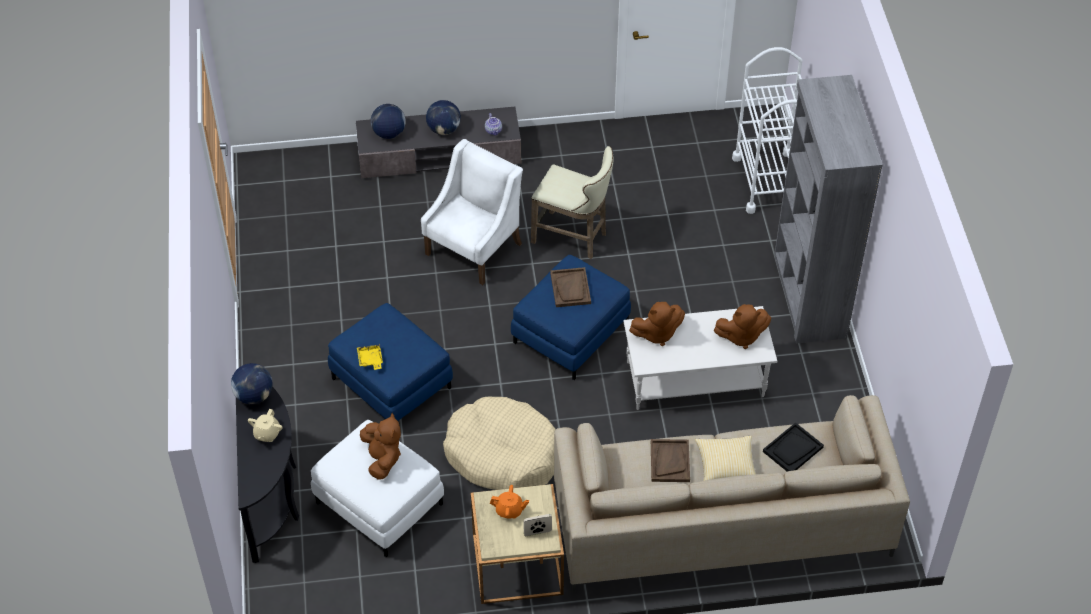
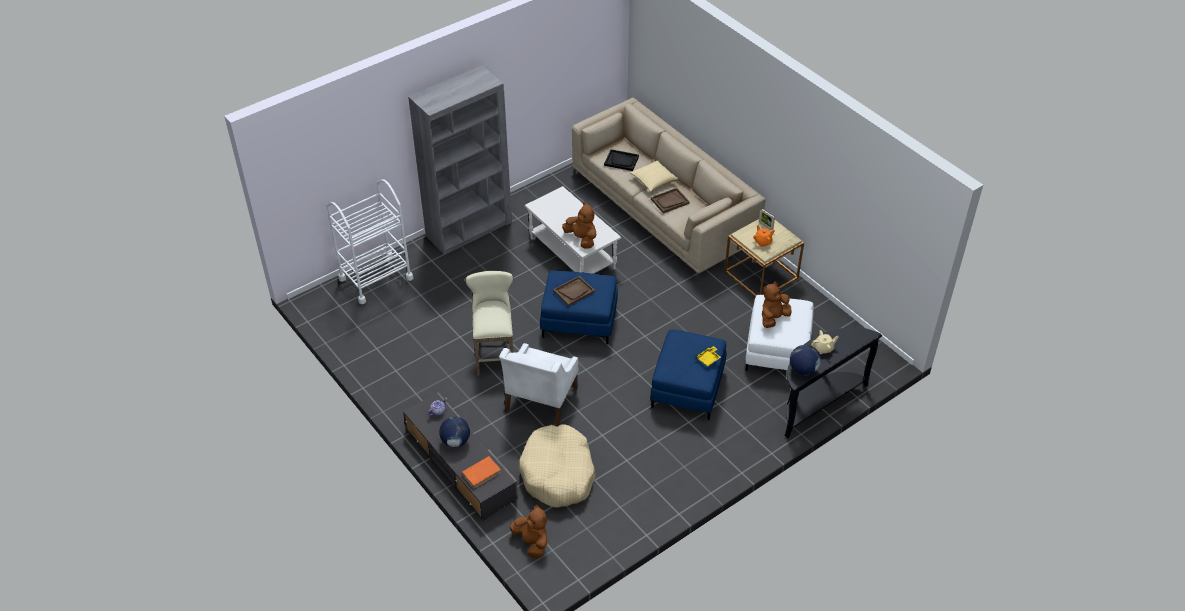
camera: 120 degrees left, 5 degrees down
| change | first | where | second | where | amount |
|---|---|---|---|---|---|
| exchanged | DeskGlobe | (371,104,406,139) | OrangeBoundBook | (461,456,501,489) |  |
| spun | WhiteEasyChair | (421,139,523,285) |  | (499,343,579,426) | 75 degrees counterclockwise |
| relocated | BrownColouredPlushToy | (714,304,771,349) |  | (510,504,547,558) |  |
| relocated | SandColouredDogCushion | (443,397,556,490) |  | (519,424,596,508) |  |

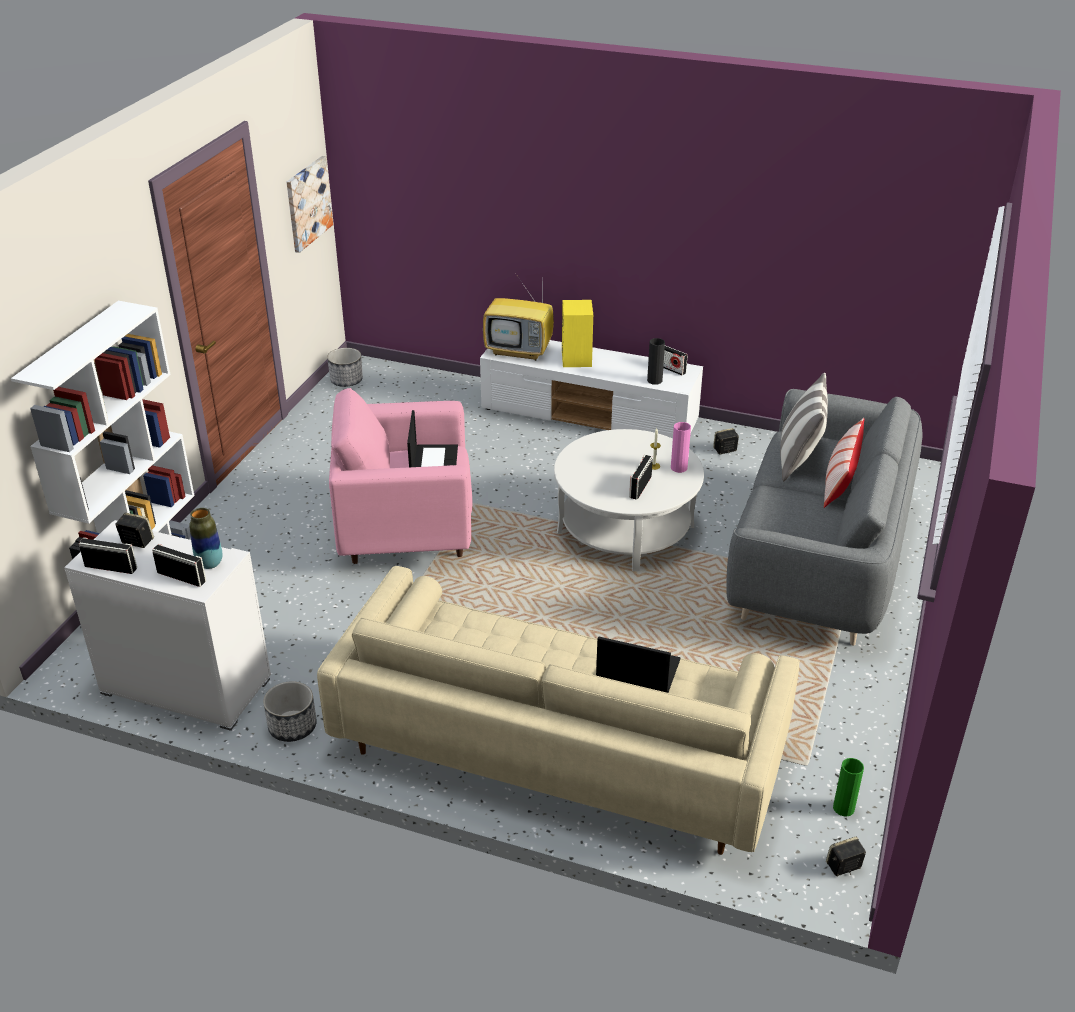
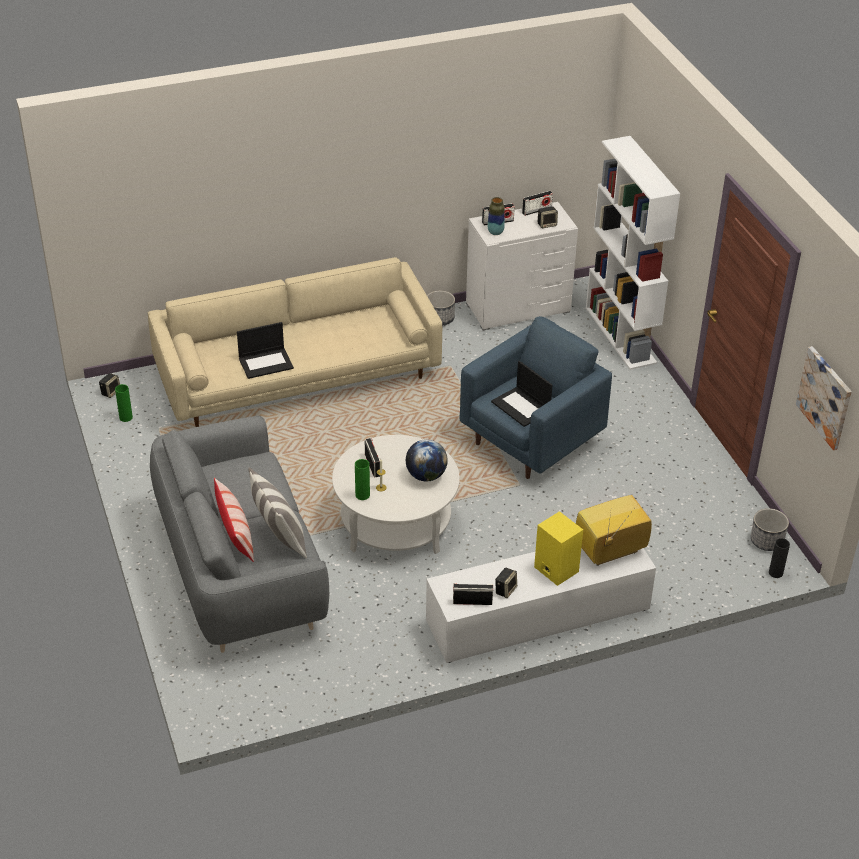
camera: 140 degrees right, 5 degrees up
| change | first | where | second | where | amount |
|---|---|---|---|---|---|
| relocated | BlackColouredVase | (647,338,665,385) |  | (769,538,790,578) |  |
| colour | PinkEasyChair | (329,388,472,564) | BlueColouredEasyChair | (460,316,612,479) |  |
| colour | PinkVase | (671,422,691,473) | GreenishVase | (355,459,370,500) |  |
| relocated | Speaker | (713,428,739,455) |  | (495,567,517,598) |  |
| appeared |  |  | DeskGlobe | (406,439,448,481) |  |

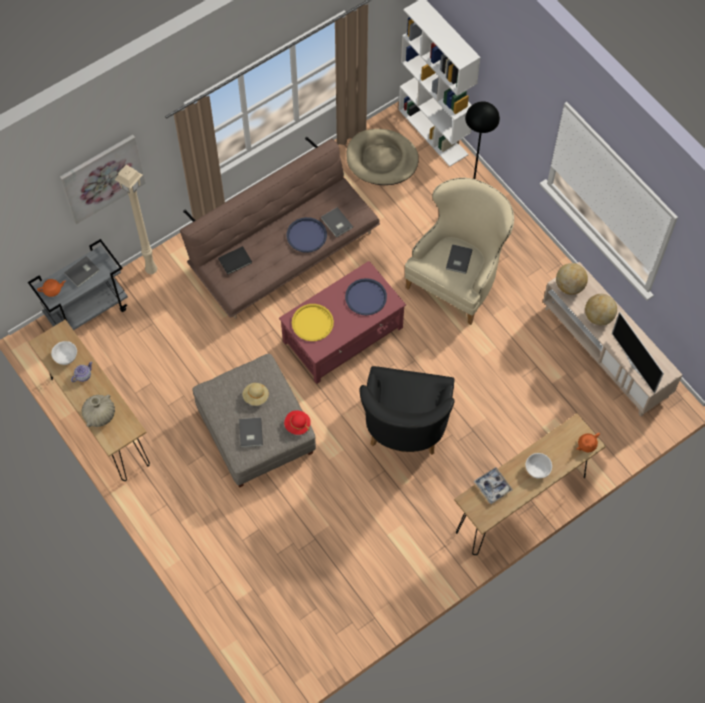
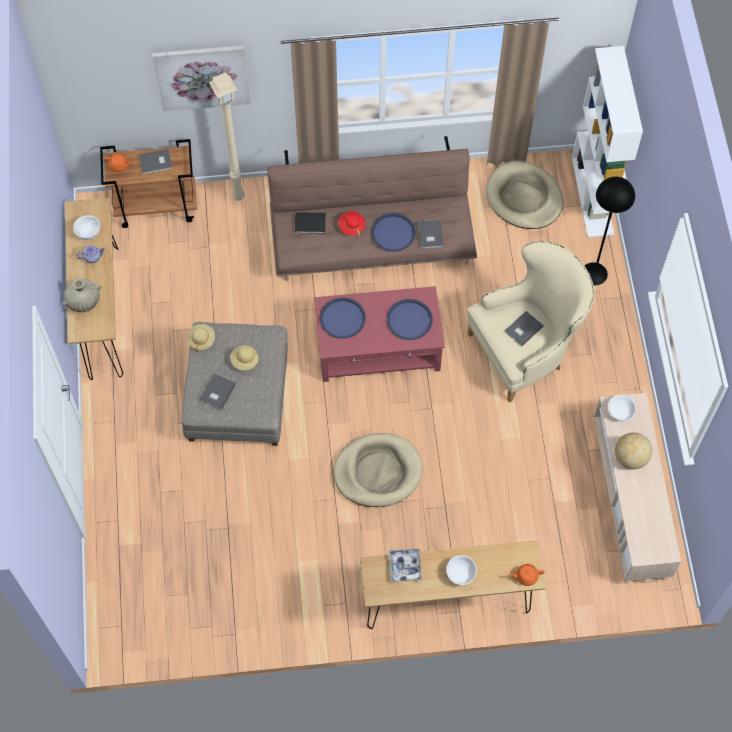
camera: 30 degrees right, 0 degrees up
| change | first | where | second | where | amount |
|---|---|---|---|---|---|
| colour | GreyTrolley | (28,239,128,330) | BrownColouredTrolley | (100,139,197,228) |  |
| exchanged | DeskGlobe | (556,263,588,295) | WhiteServingBowl | (608,395,636,421) |  |
| colour | YellowishTray | (292,304,334,341) | BlueColouredTray | (319,297,366,339) |  |
| missing | TvSet | (612,312,664,394) |  |  |  |
| exchanged | BlackColouredEasyChair | (360,366,455,455) | SandColouredDogCushion | (333,433,422,507) |  |
| relocated | RedWearableHat | (284,410,311,435) |  | (338,211,366,237) |  |
| appeared |  |  | SandColouredWearableHat | (187,324,215,352) |  |

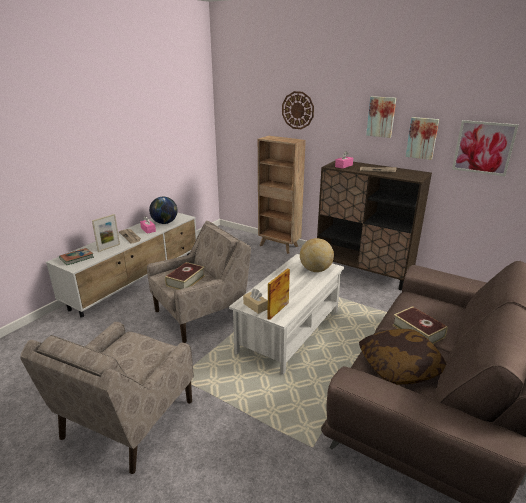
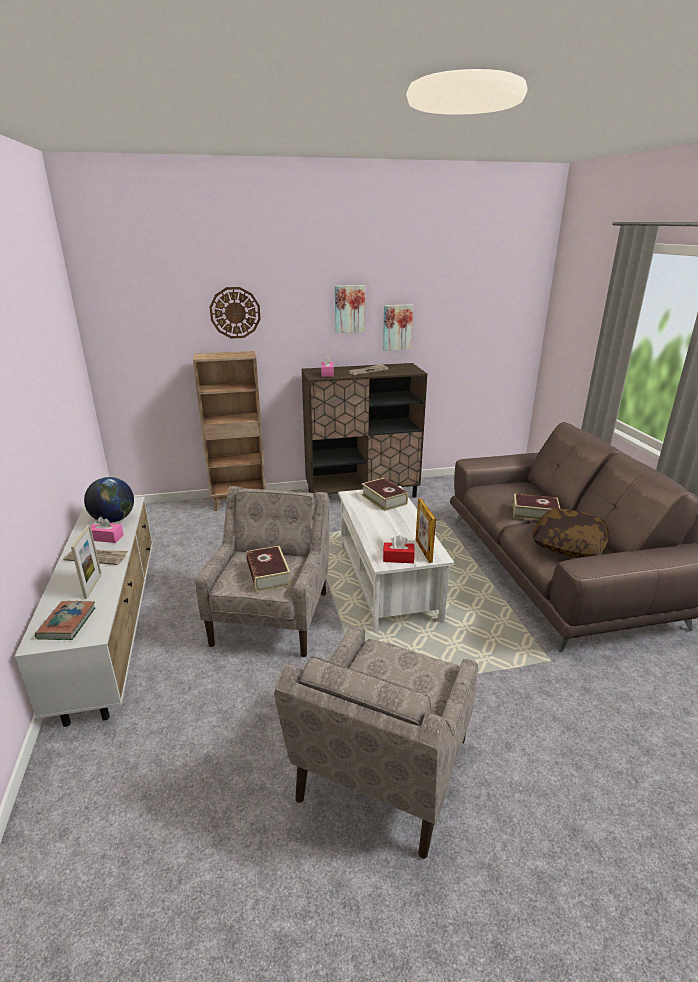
camera: 45 degrees left, 0 degrees up
| change | first | where | second | where | amount |
|---|---|---|---|---|---|
| missing | Picture | (452,120,519,176) |  |  |  |
| exchanged | DeskGlobe | (300,238,334,272) | BoundBook | (361,478,408,511) |  |
| colour | SandColouredBoxOfTissues | (243,289,268,314) | RedBoxOfTissues | (383,535,415,563) |  |
| spun | SandColouredEasyChair | (20,322,194,474) |  | (274,625,478,859) | 45 degrees clockwise |

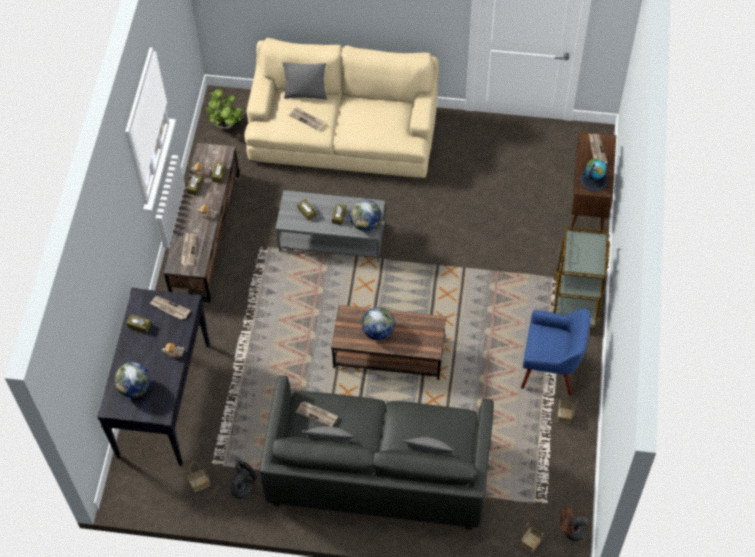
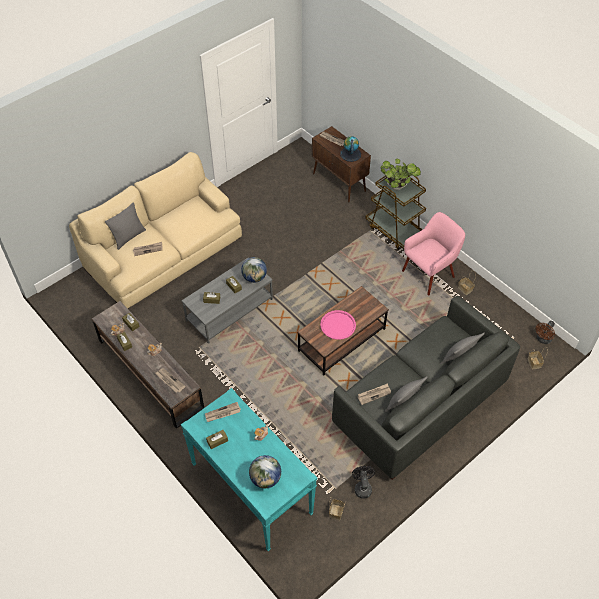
camera: 50 degrees left, 5 degrees down
| change | first | where | second | where | amount |
|---|---|---|---|---|---|
| relocated | PottedPlant | (206,89,243,129) |  | (381,158,421,190) |  |
| colour | BlackColouredConsoleTable | (97,288,210,466) | BlueGreenConsoleTable | (181,388,317,551) |  |
| exchanged | DeskGlobe | (362,307,395,340) | PinkTray | (320,310,356,340) |  |
| colour | BlueColouredEasyChair | (521,309,590,395) | PinkEasyChair | (402,212,465,295) |  |

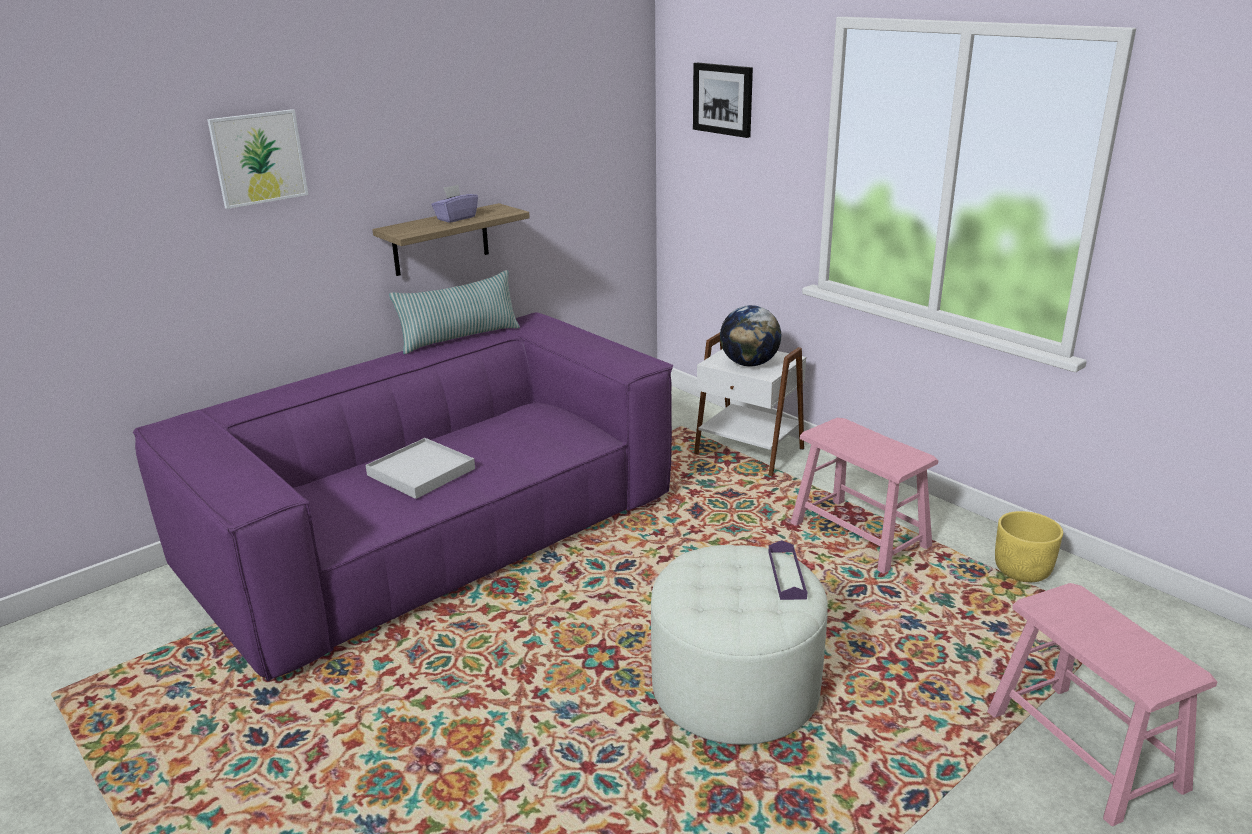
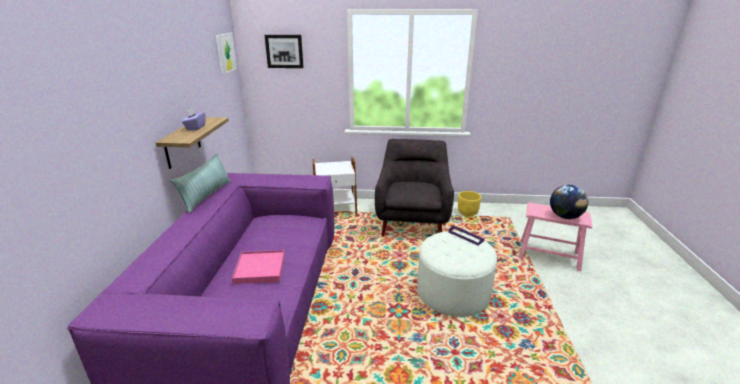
camera: 45 degrees left, 0 degrees up
| change | first | where | second | where | amount |
|---|---|---|---|---|---|
| relocated | Picture | (207,109,308,209) |  | (216,33,237,74) |  |
| relocated | DeskGlobe | (720,305,781,367) |  | (550,185,588,219) |  |
| exchanged | PinkStool | (791,418,938,573) | GreyEasyChair | (375,139,454,236) |  |
| colour | WhiteTray | (366,438,475,499) | PinkTray | (232,250,285,284) |  |

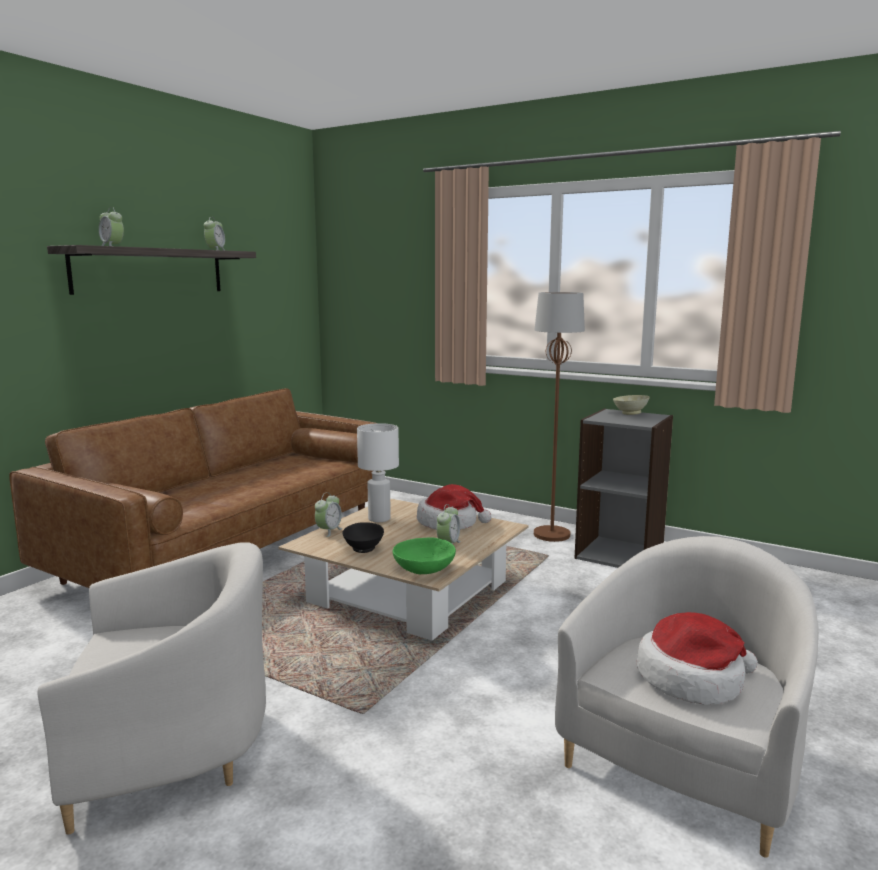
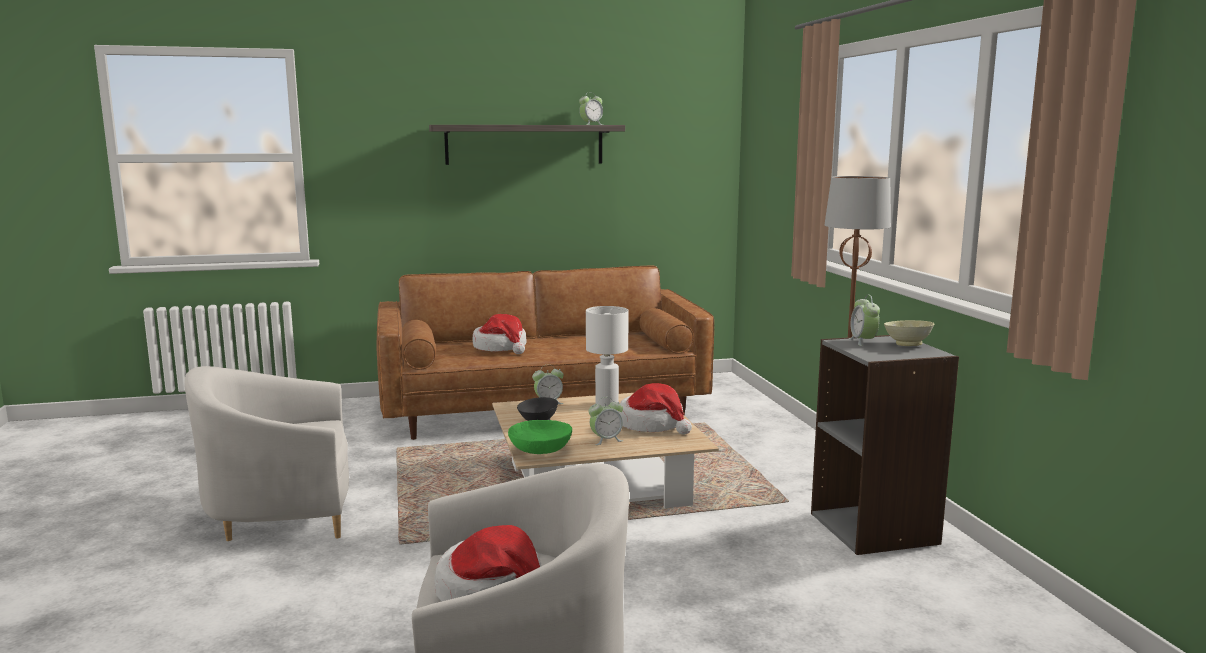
camera: 45 degrees right, 0 degrees up
| change | first | where | second | where | amount |
|---|---|---|---|---|---|
| relocated | BedsideClock | (99,207,124,246) |  | (849,295,880,346) |  |
| spun | WhiteEasyChair | (38,542,266,835) |  | (184,366,349,541) | 135 degrees clockwise |
| appeared |  |  | WearableHat | (473,314,527,354) |  |

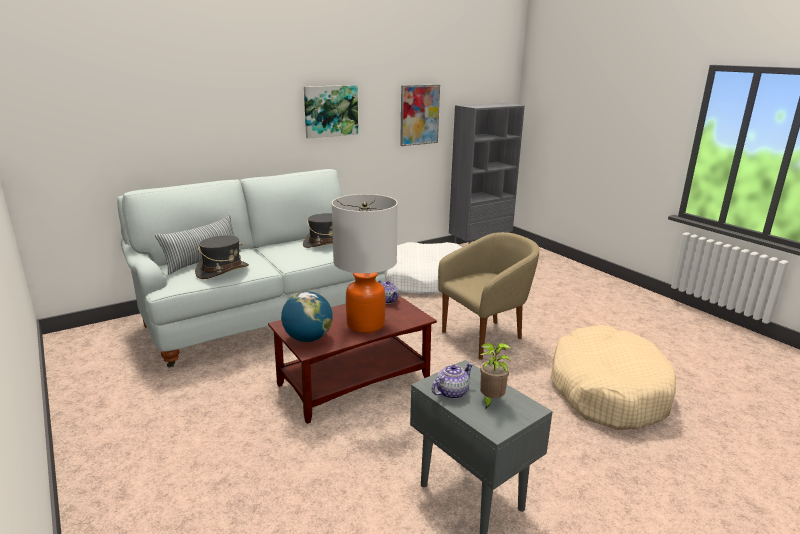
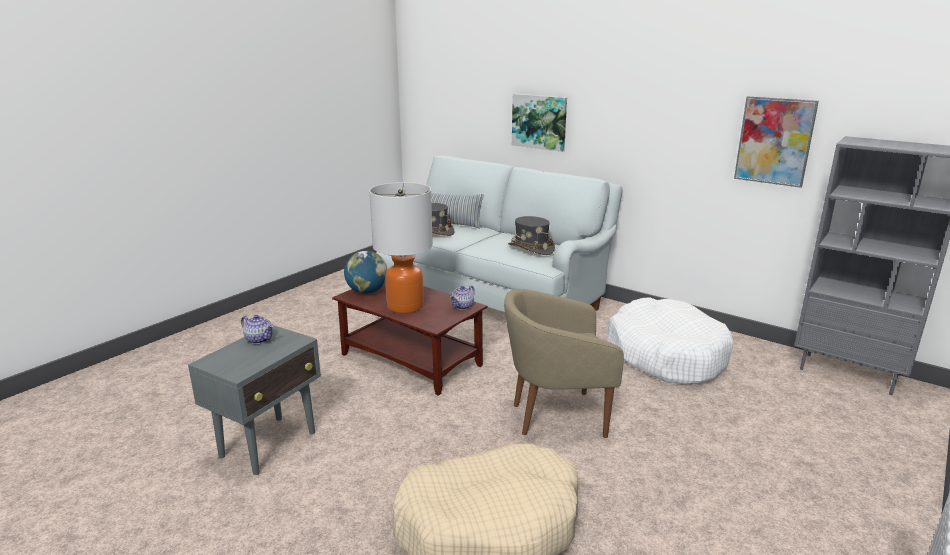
camera: 70 degrees right, 0 degrees up
| change | first | where | second | where | amount |
|---|---|---|---|---|---|
| relocated | Picture | (304,85,358,138) |  | (512,94,567,152) |  |
| spun | SandColouredEasyChair | (438,232,540,360) |  | (504,289,624,438) | 135 degrees clockwise |
| missing | PottedPlant | (480,343,512,409) |  |  |  |

